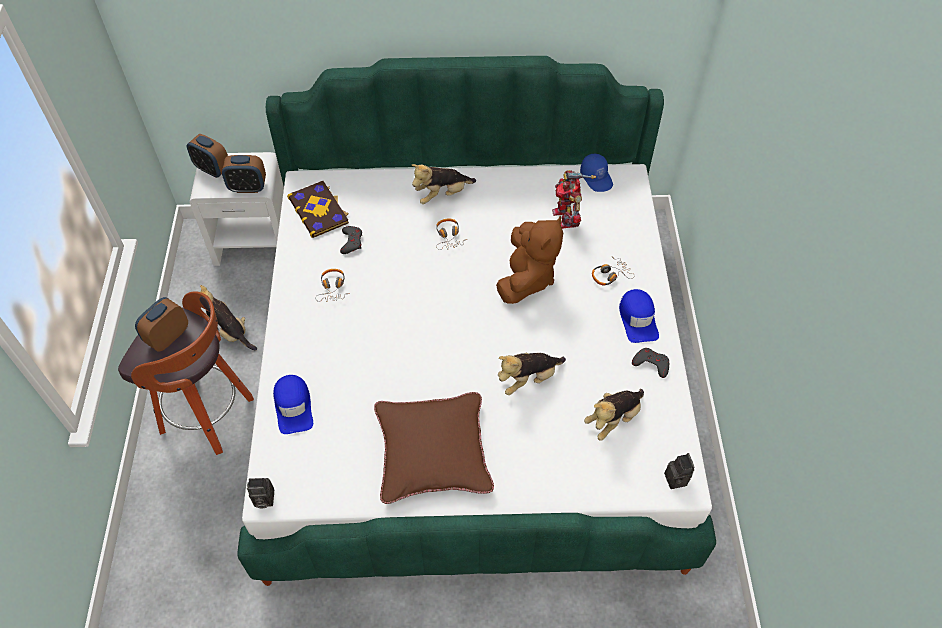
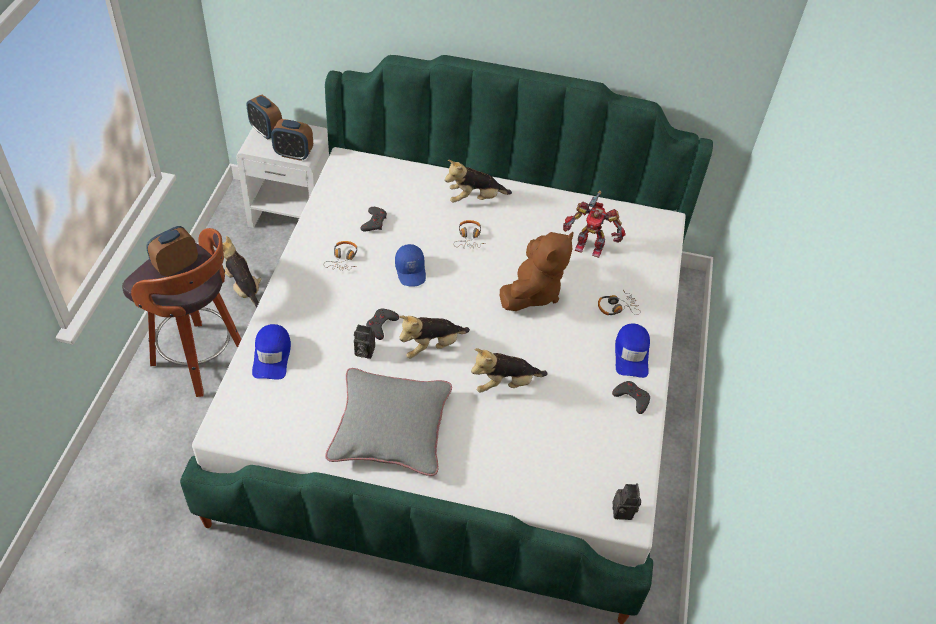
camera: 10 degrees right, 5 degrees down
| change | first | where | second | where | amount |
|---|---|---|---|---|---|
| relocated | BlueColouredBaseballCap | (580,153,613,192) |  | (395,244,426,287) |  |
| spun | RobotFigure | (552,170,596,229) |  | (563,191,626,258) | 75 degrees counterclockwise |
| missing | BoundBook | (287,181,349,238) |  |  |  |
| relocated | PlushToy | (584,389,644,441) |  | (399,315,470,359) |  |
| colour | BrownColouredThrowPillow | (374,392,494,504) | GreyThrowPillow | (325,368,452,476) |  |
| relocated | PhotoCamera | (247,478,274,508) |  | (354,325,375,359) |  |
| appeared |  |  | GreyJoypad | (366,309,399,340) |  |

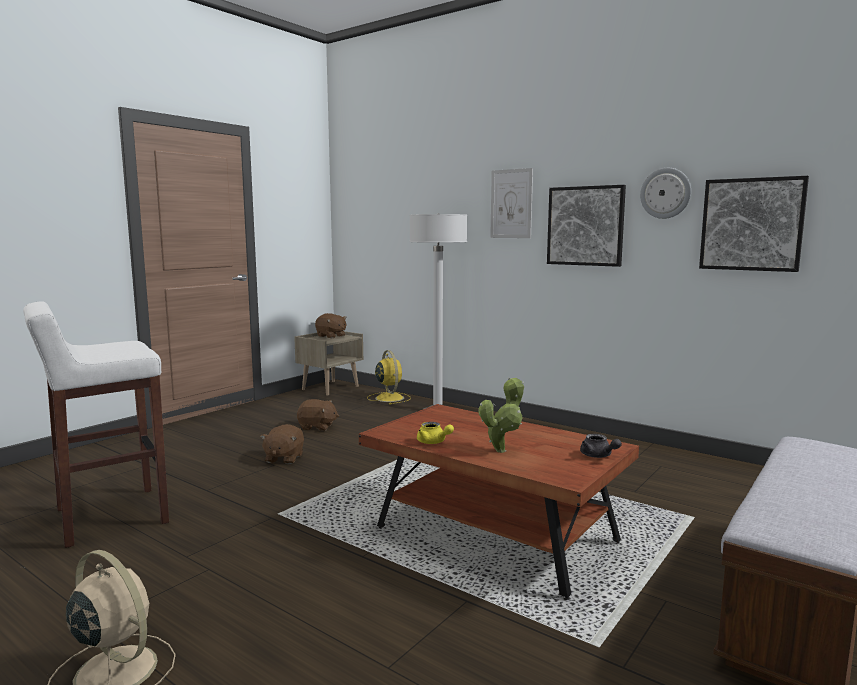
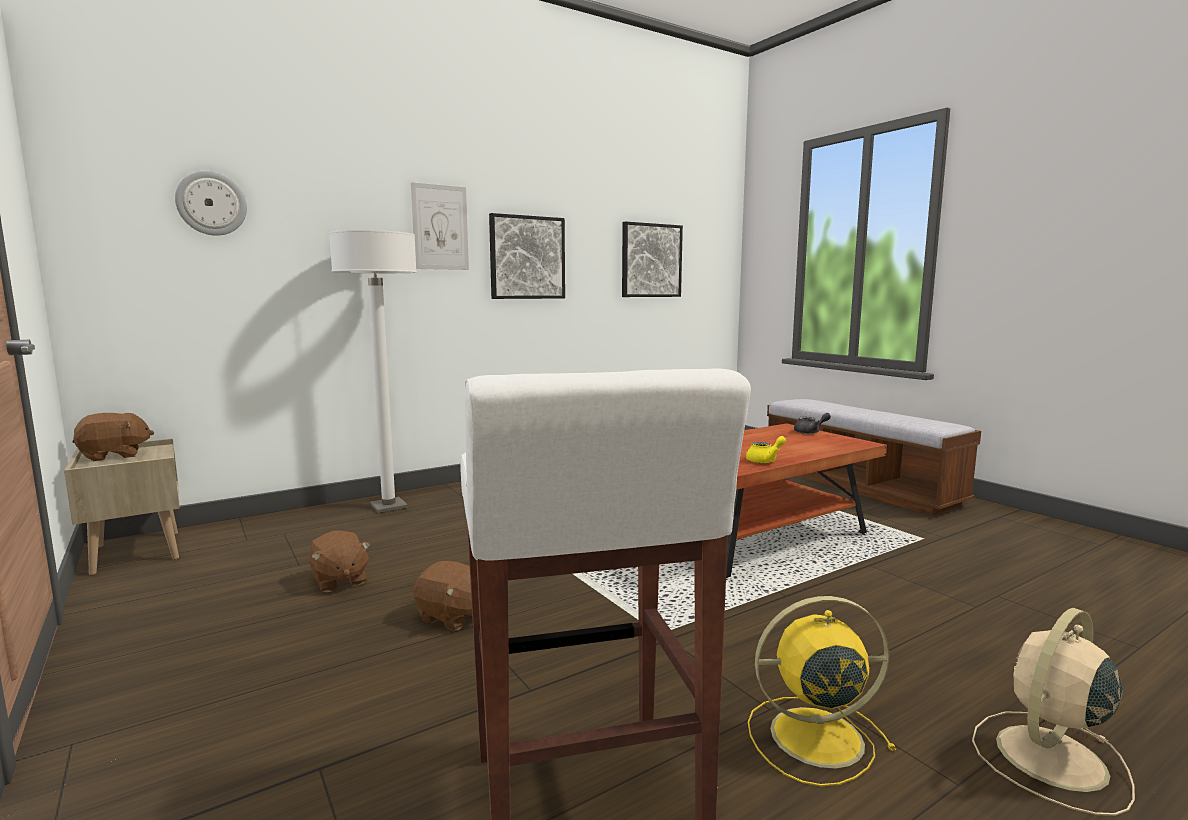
camera: 70 degrees left, 0 degrees up
| change | first | where | second | where | amount |
|---|---|---|---|---|---|
| relocated | ClockOnTheWall | (640,168,691,219) |  | (175,171,247,236) |  |
| relocated | YellowishElectricFan | (367,350,411,405) |  | (748,596,897,787) |  |
| missing | PottedPlant | (478,377,524,453) |  |  |  |
| spun | BrownColouredPlushToy | (297,399,339,431) |  | (309,531,371,592) | 120 degrees clockwise |

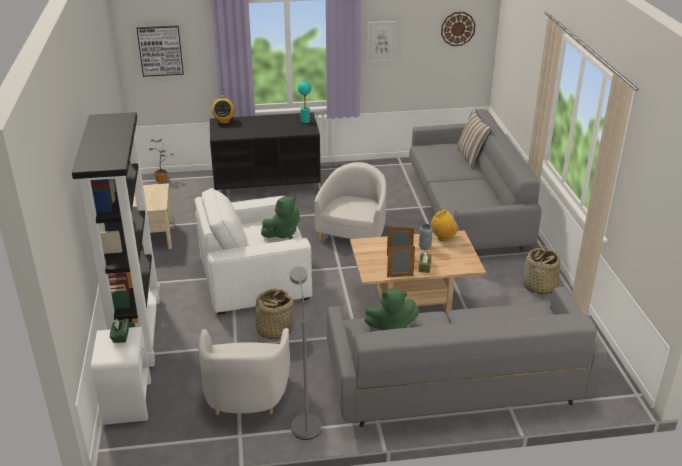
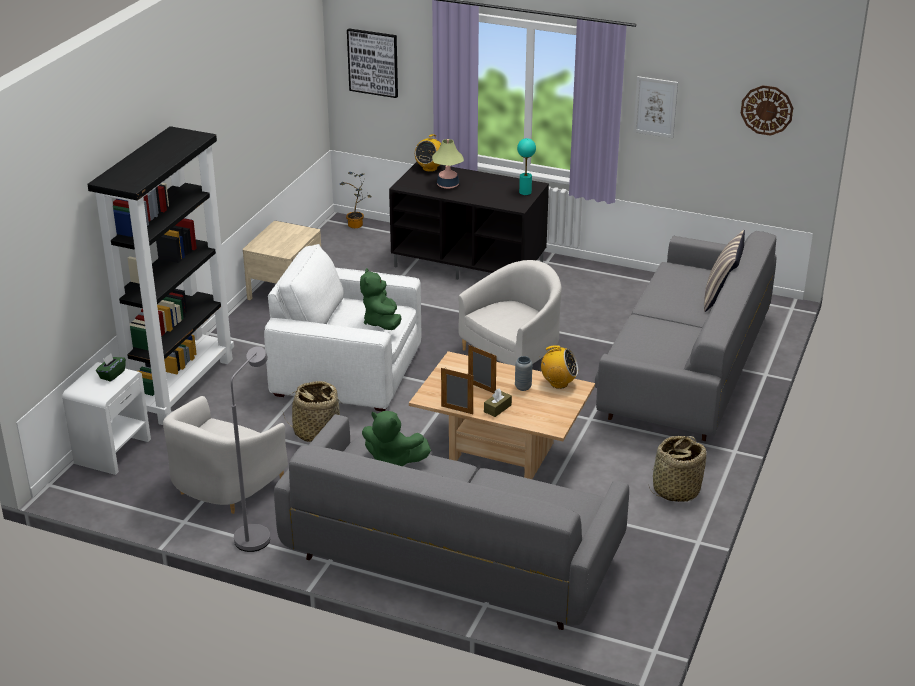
camera: 30 degrees right, 0 degrees up
| change | first | where | second | where | amount |
|---|---|---|---|---|---|
| spun | GreenishPlushToy | (261,196,300,239) |  | (360,268,402,330) | 90 degrees clockwise |
| appeared |  |  | LampForATable | (432,139,464,189) |  |

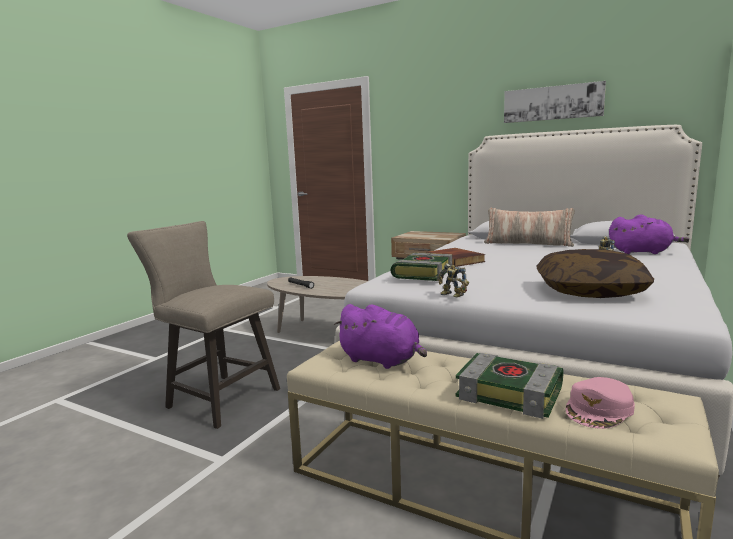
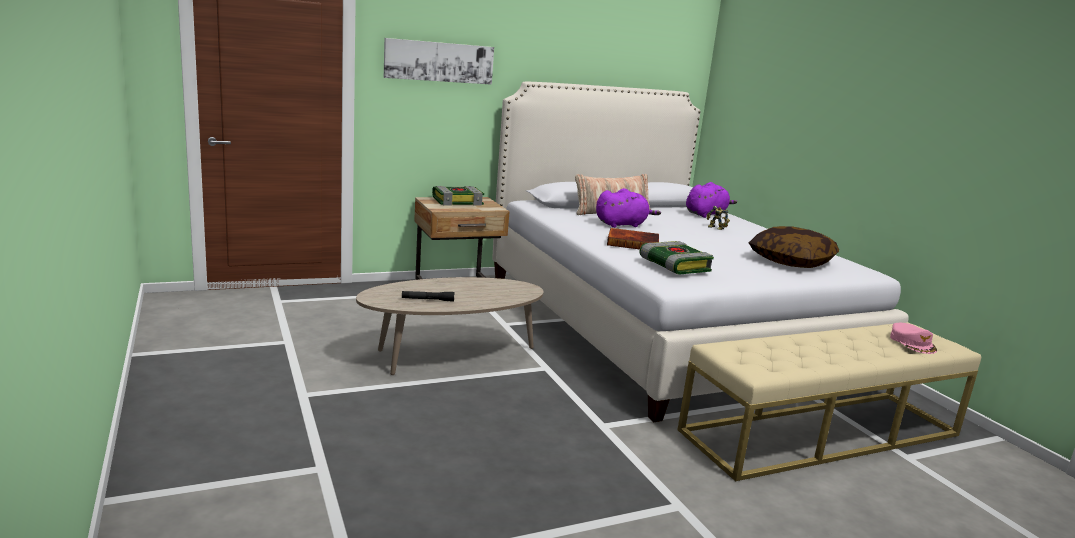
camera: 55 degrees left, 5 degrees up
| change | first | where | second | where | amount |
|---|---|---|---|---|---|
| relocated | Picture | (504,81,606,123) |  | (384,38,494,85) |  |
| missing | SandColouredStool | (127,221,280,429) |  |  |  |
| missing | RobotFigure | (438,263,469,297) |  |  |  |
| relocated | PurplishPlushToy | (334,304,427,369) |  | (596,188,661,228) |  |
| relocated | BoundBook | (456,353,563,419) |  | (432,186,484,205) |  |

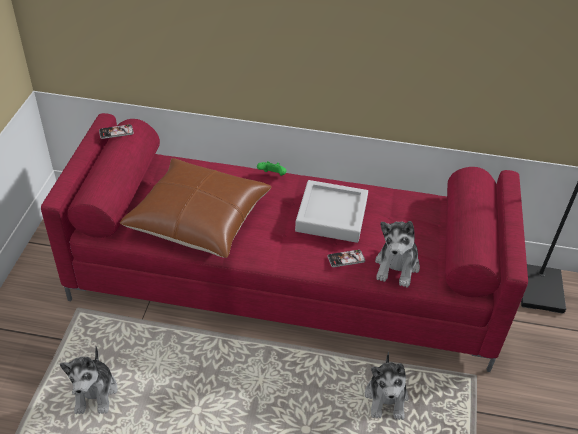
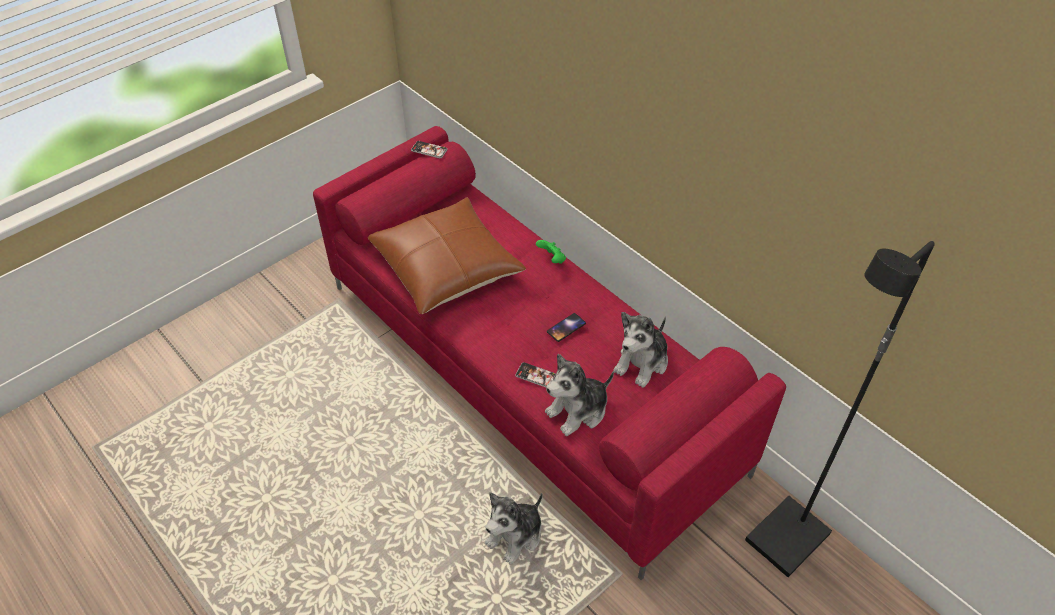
camera: 40 degrees right, 5 degrees up
| change | first | where | second | where | amount |
|---|---|---|---|---|---|
| exchanged | GreyTray | (295,180,368,243) | Phone | (547,313,586,342) |  |
| relocated | PlushToy | (60,346,117,414) |  | (613,312,668,388) |  |

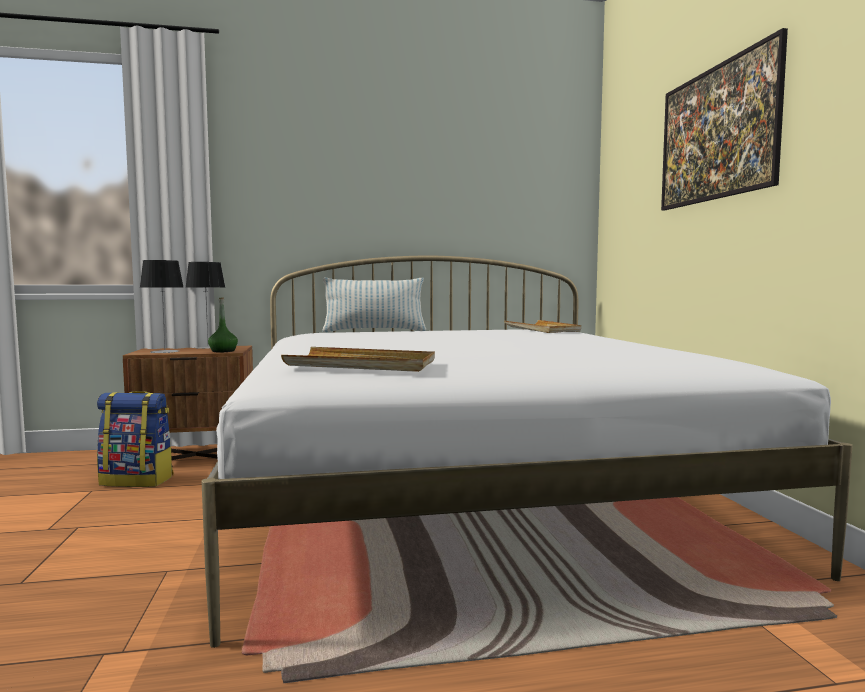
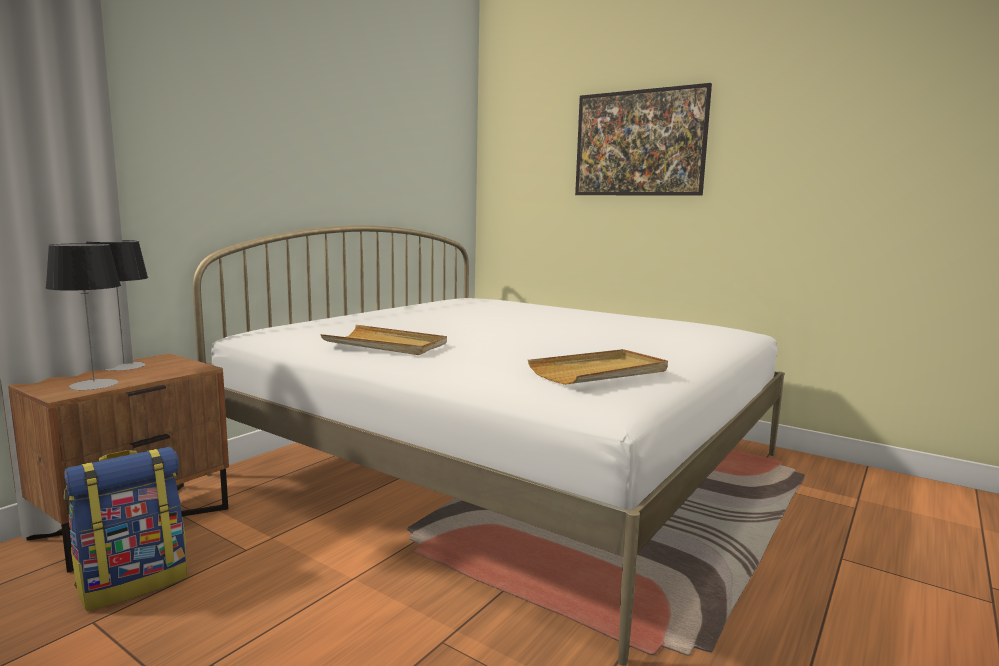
camera: 45 degrees left, 5 degrees up
| change | first | where | second | where | amount |
|---|---|---|---|---|---|
| missing | ThrowPillow | (322,278,427,333) |  |  |  |
| missing | GreenishBottle | (208,297,238,352) |  |  |  |
| relocated | SandColouredTray | (504,320,581,333) |  | (320,325,447,355) |  |

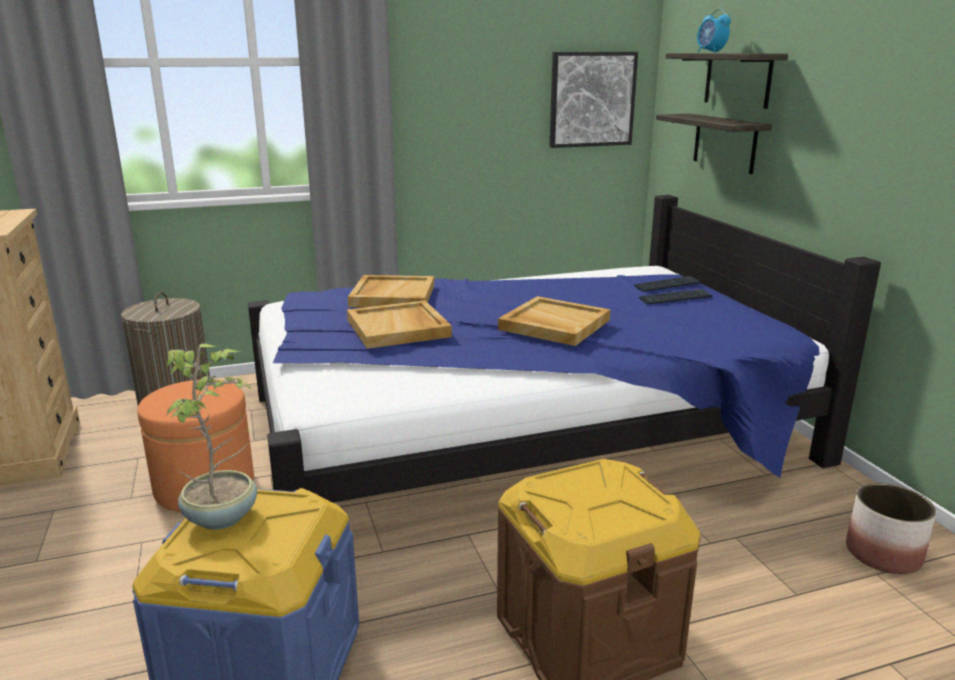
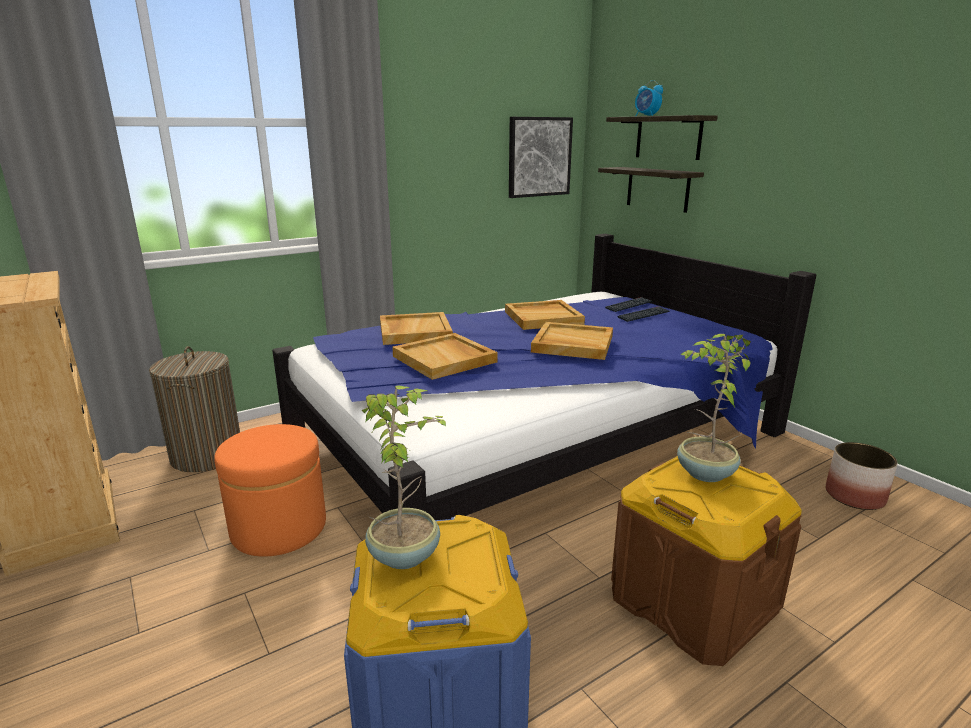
camera: 15 degrees left, 0 degrees up
| change | first | where | second | where | amount |
|---|---|---|---|---|---|
| appeared |  |  | SandColouredTray | (505,300,585,330) |  |
| appeared |  |  | PottedPlant | (677,334,751,482) |  |

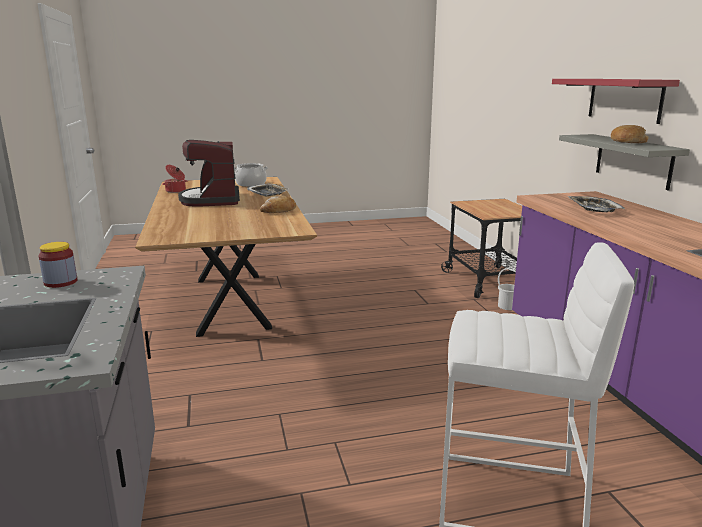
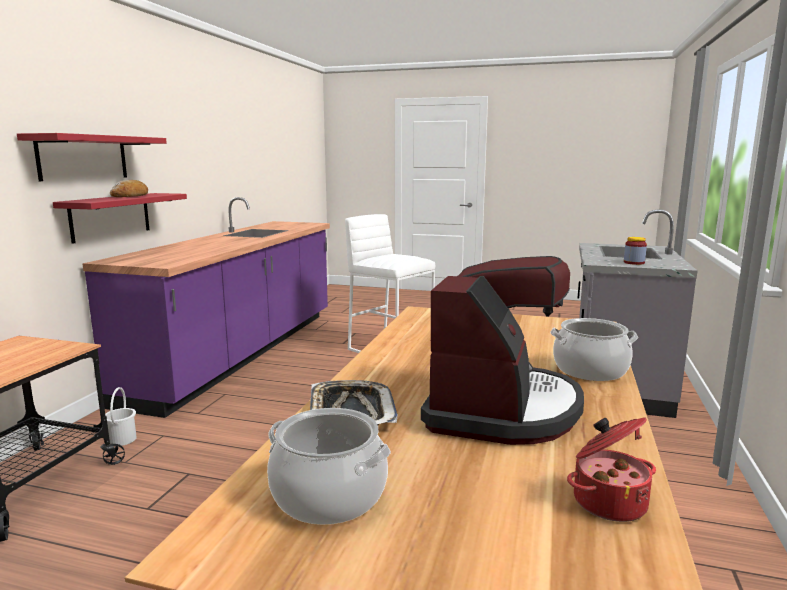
camera: 150 degrees left, 5 degrees down
| change | first | where | second | where | amount |
|---|---|---|---|---|---|
| colour | GreyShelf | (559,134,690,190) | RedShelf | (53,193,187,244) |  |
| missing | BakedBread | (260,196,296,213) |  |  |  |
| missing | Tray | (568,196,625,212) |  |  |  |
| appeared |  |  | CookingPot | (550,318,638,381) |  |

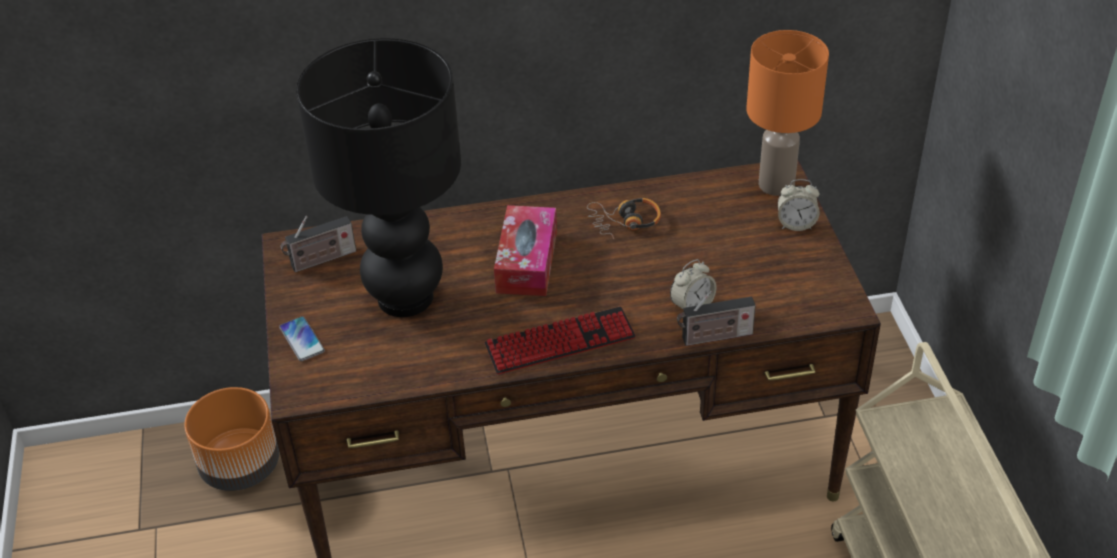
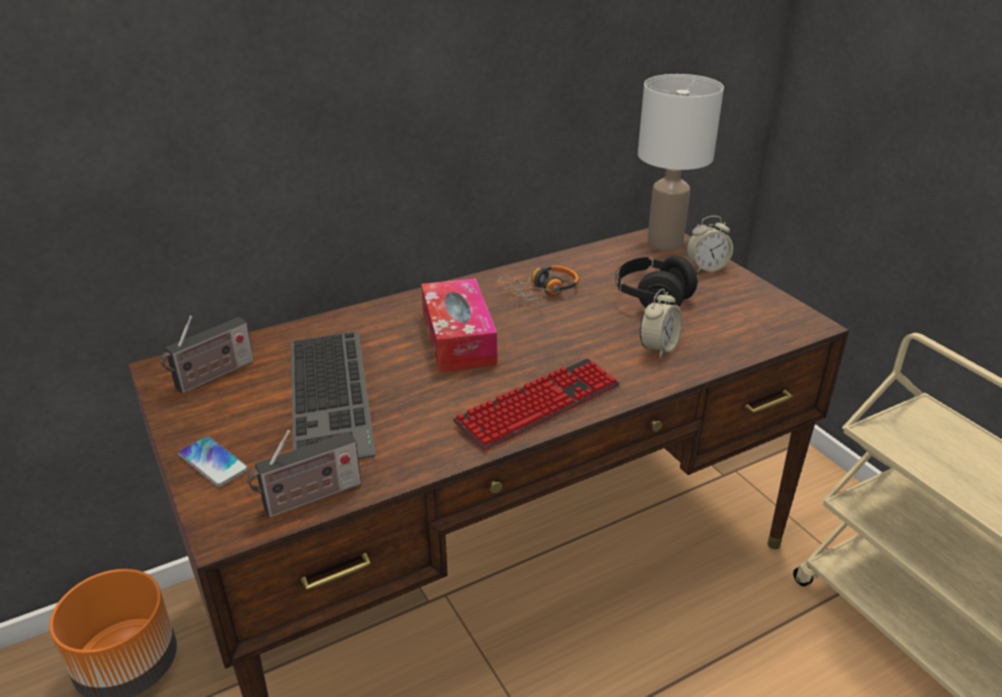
camera: 20 degrees left, 10 degrees down
| change | first | where | second | where | amount |
|---|---|---|---|---|---|
| colour | OrangeLampForATable | (747,30,829,196) | WhiteLampForATable | (638,74,724,251) |  |
| exchanged | BlackColouredLampForATable | (296,38,461,317) | PcKeyboard | (291,331,376,460) |  |
| relocated | Radio | (677,291,756,346) |  | (247,430,361,518) |  |
| appeared |  |  | BlackColouredPairOfHeadphones | (615,256,698,308) |  |

